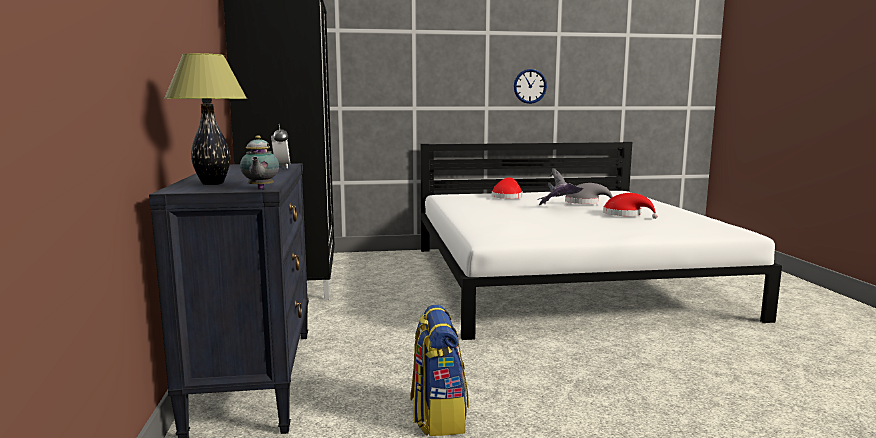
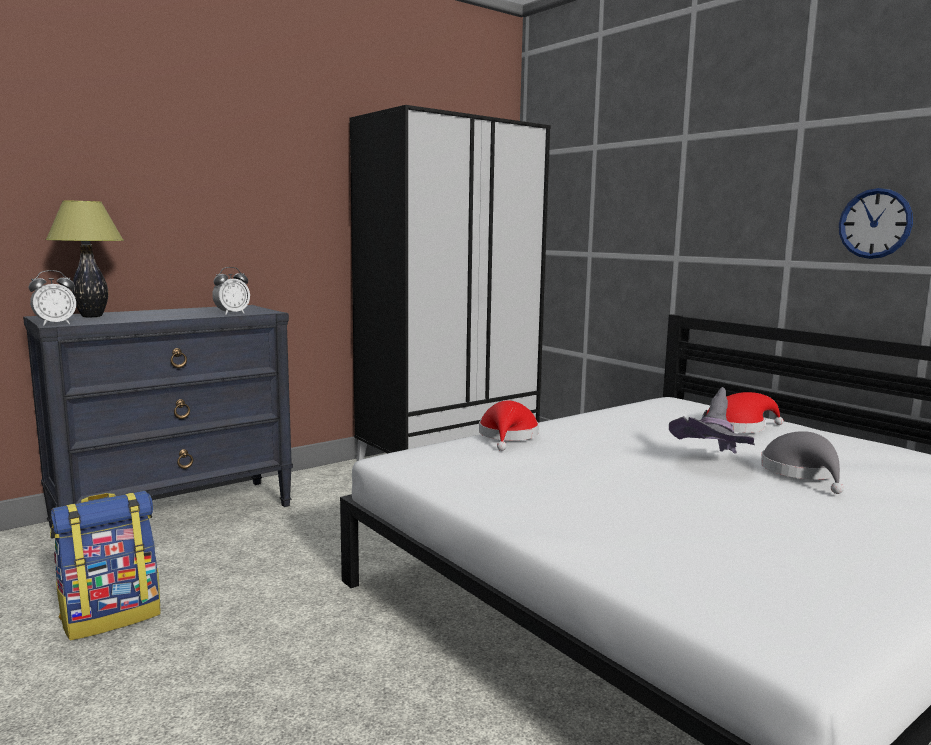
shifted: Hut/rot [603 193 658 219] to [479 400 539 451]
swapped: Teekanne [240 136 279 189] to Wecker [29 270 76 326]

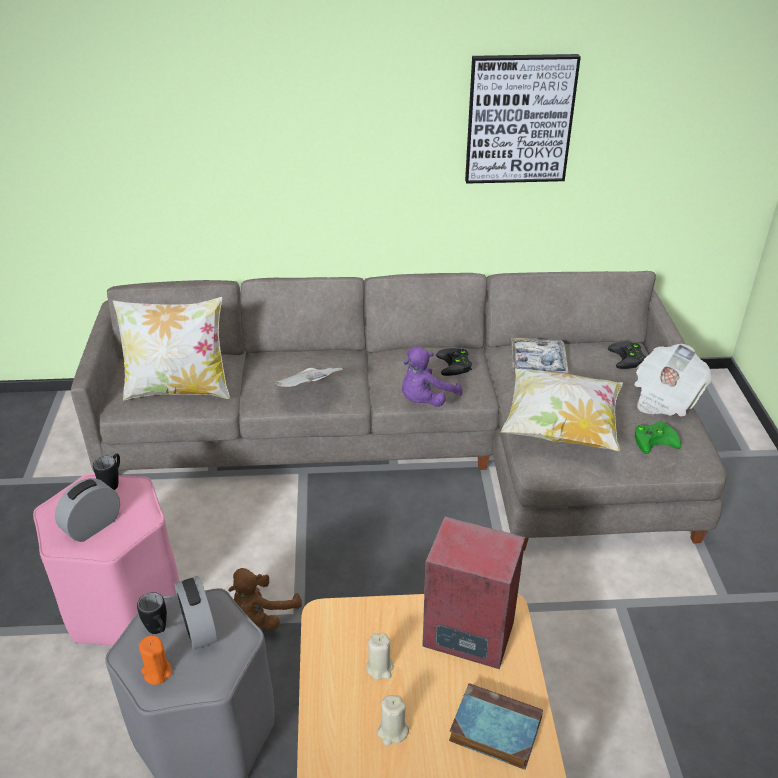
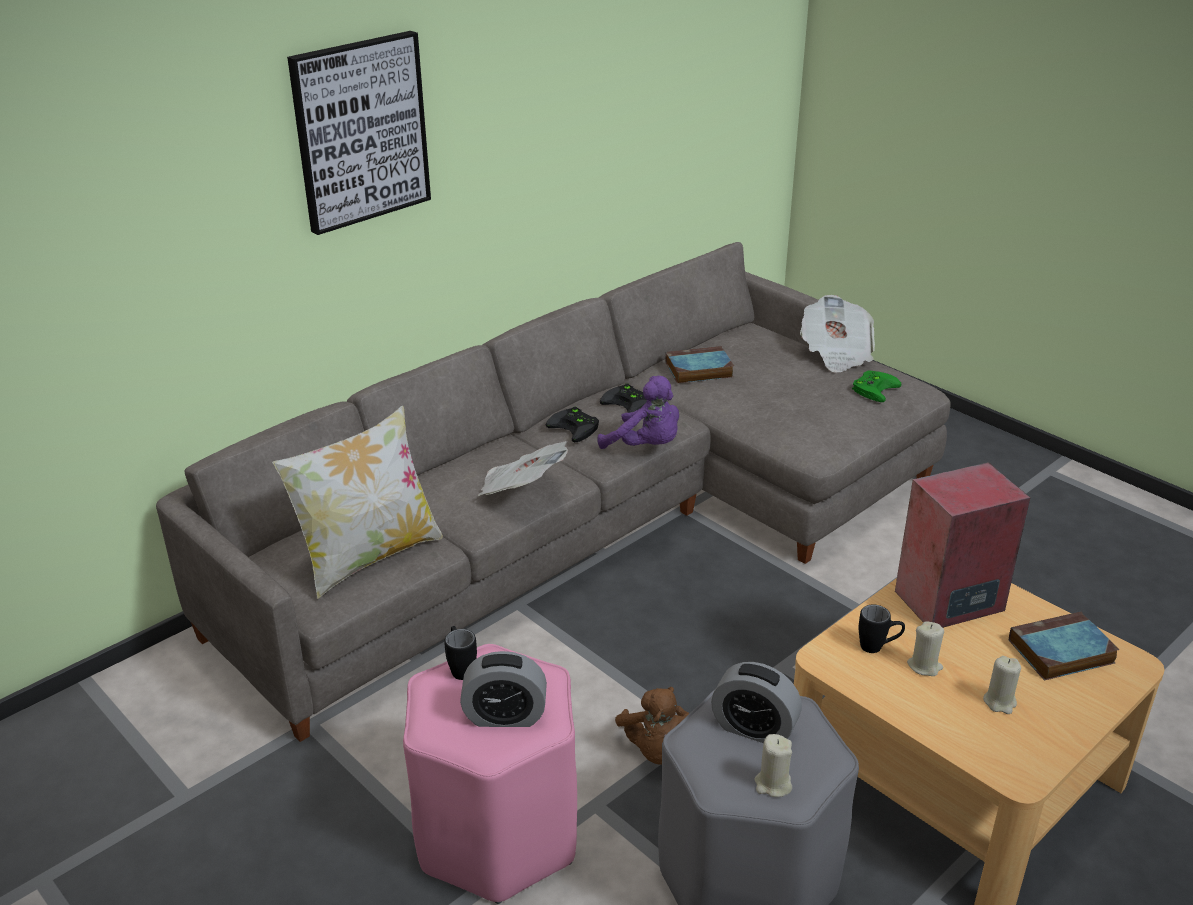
gone: Kissen [501 368 623 451]
shifted: Henkelbecher/schwarz [137 592 167 634] to [859 605 905 653]; Bild [465 54 581 184] to [287 31 431 235]; Gamepad/schwarz [608 342 646 369] to [546 407 599 442]
swapped: Tablett [511 338 569 374] to Buch [665 346 734 383]
repainted: Kerze/orange [139 635 172 685] to Kerze/beige [754 734 792 797]
rotated: Wecker [55 478 120 542] = [460 651 547 727] 90 degrees counterclockwise; Plüschtier/lila [402 346 462 407] = [597 376 679 449] 60 degrees counterclockwise

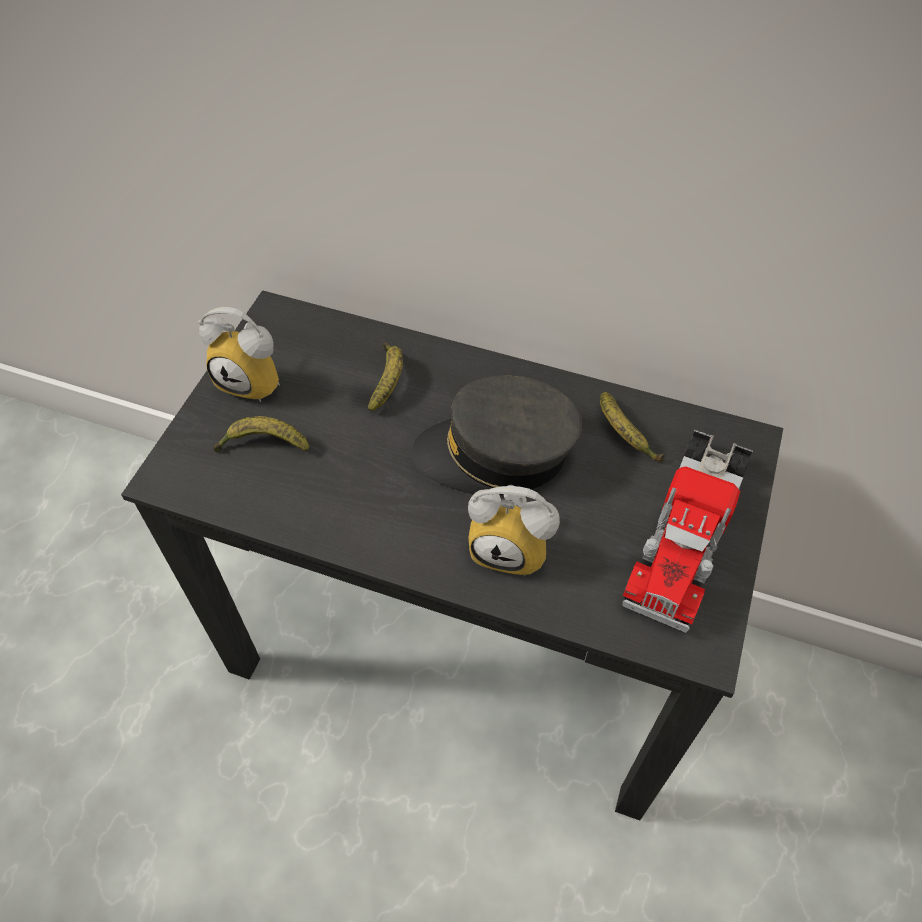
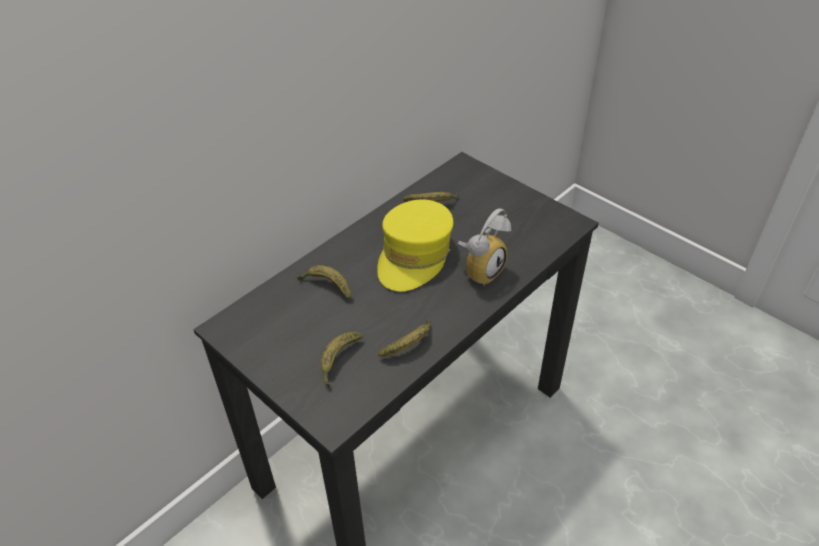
gone: Wecker [198 307 280 402]; Spielzeuglaster [622 430 753 633]
new: Banane [378 319 431 357]
repainted: Kappe/grau [412 375 582 495] to Kappe/gelb [377 200 453 291]

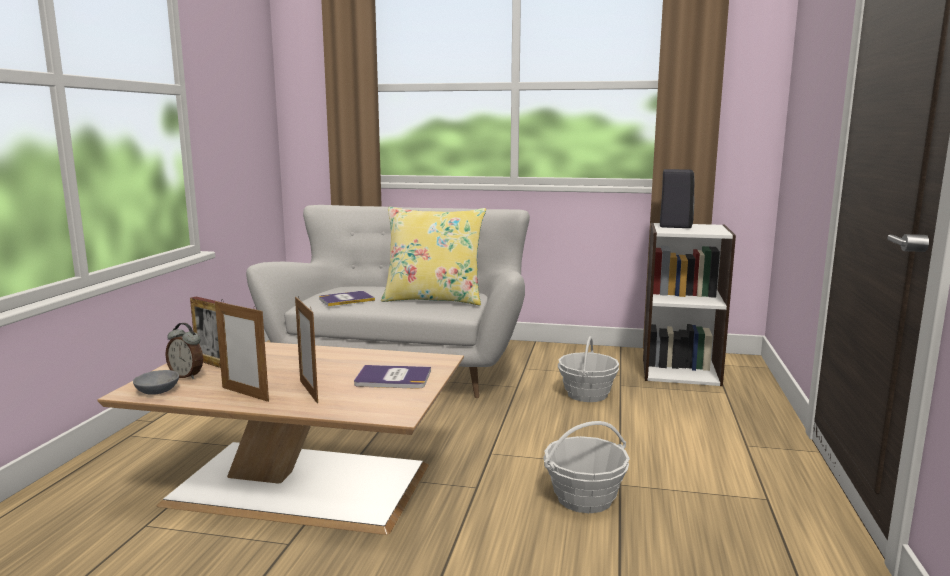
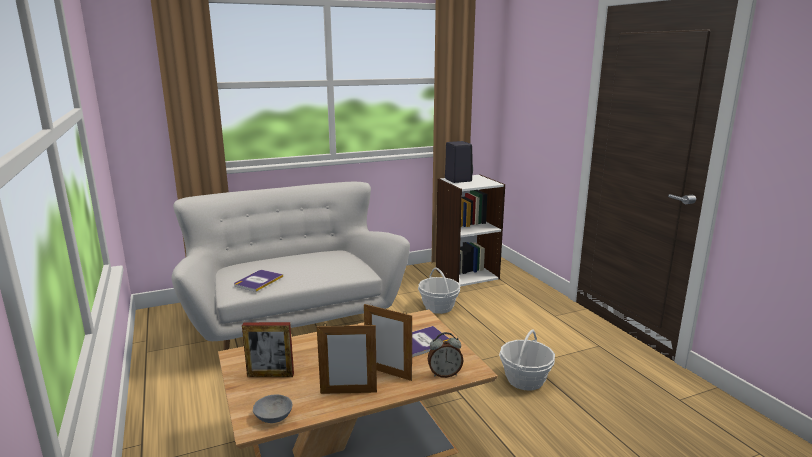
gone: Kissen/gelb [381 207 486 305]
shifted: Wecker [165 323 203 379] to [428 332 463 378]

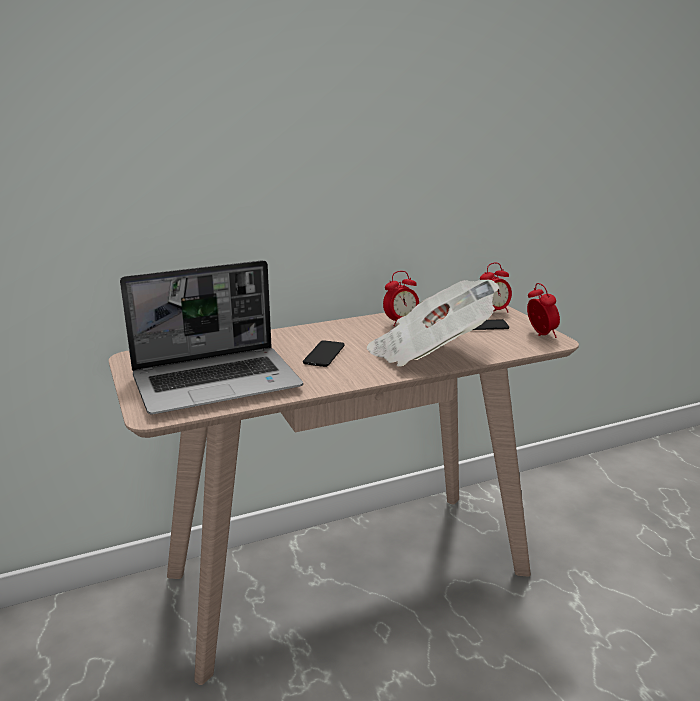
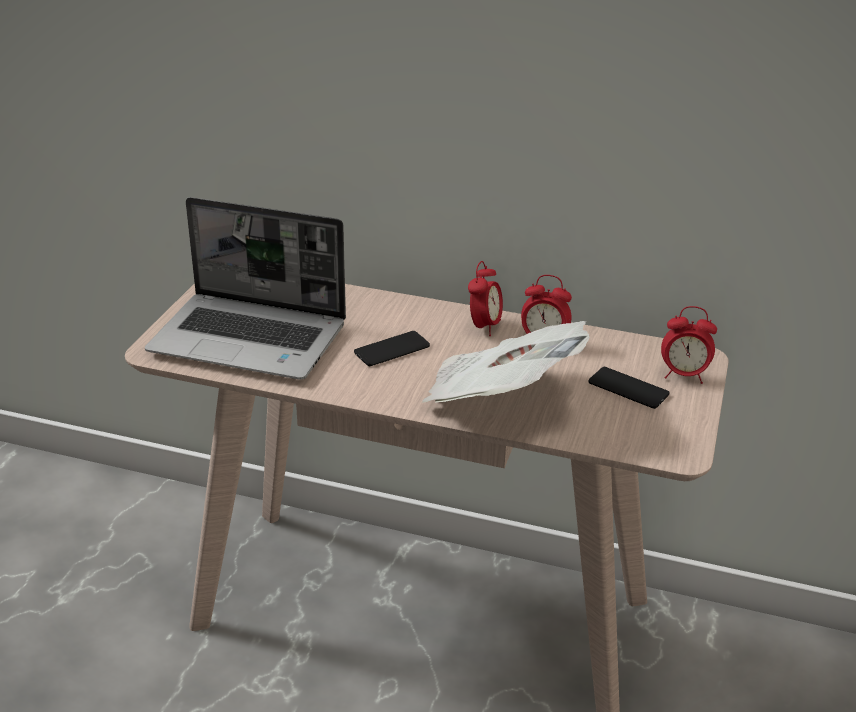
shifted: Wecker [527 283 560 338] to [468 261 503 336]

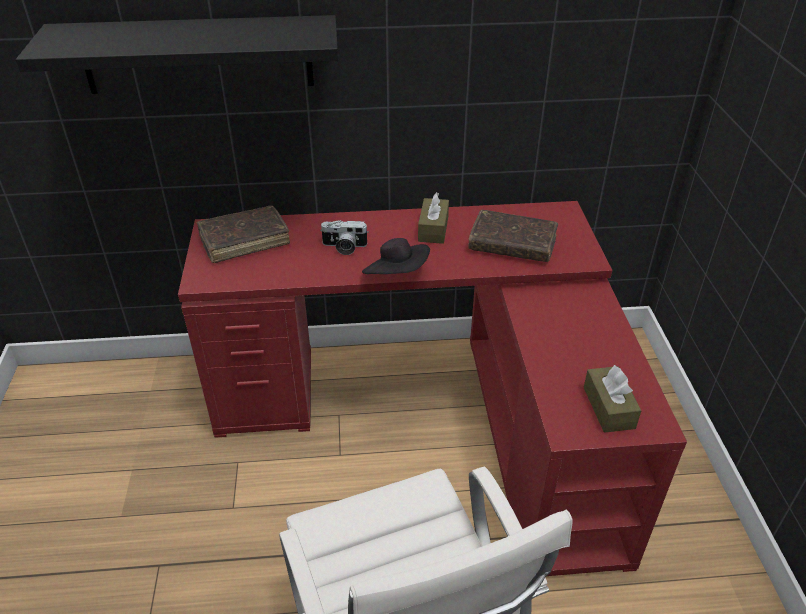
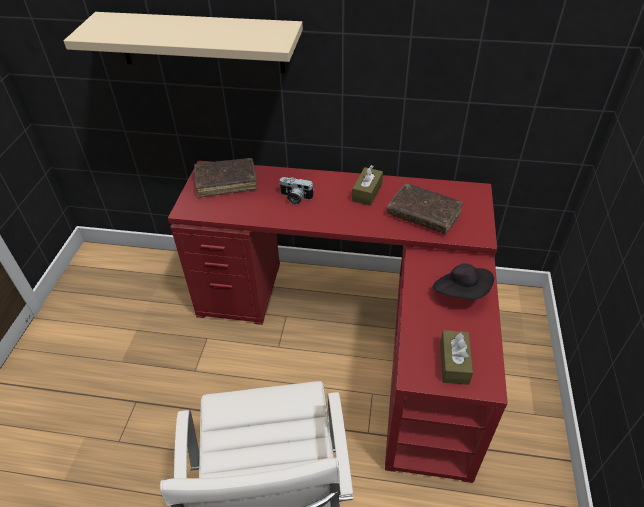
shifted: Hut/schwarz [362 238 430 274] to [433 264 494 299]
repainted: Wandregal/schwarz [16 15 338 94] to Wandregal/beige [64 12 303 73]

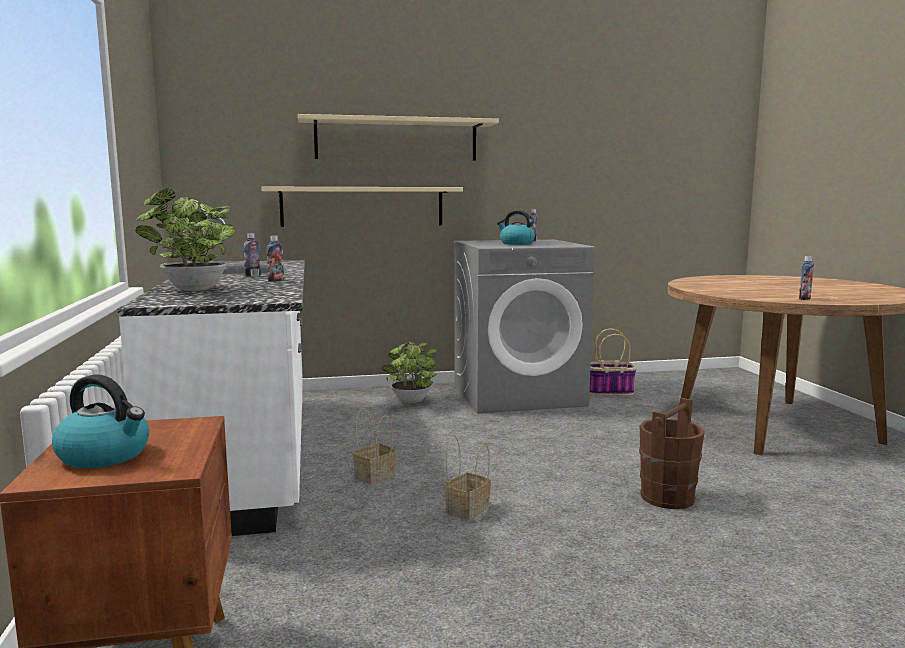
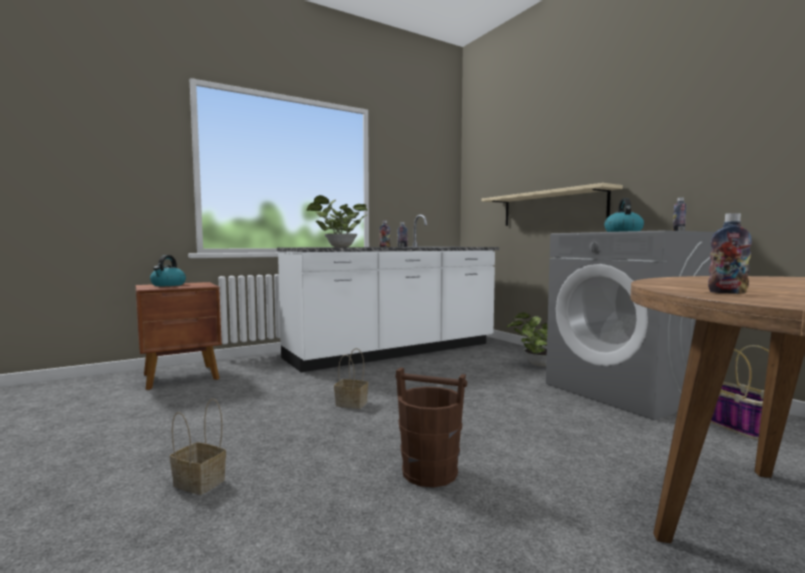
gone: Wandregal/beige [298 114 499 161]
shifted: Korb [353 408 396 484] to [170 399 226 495]

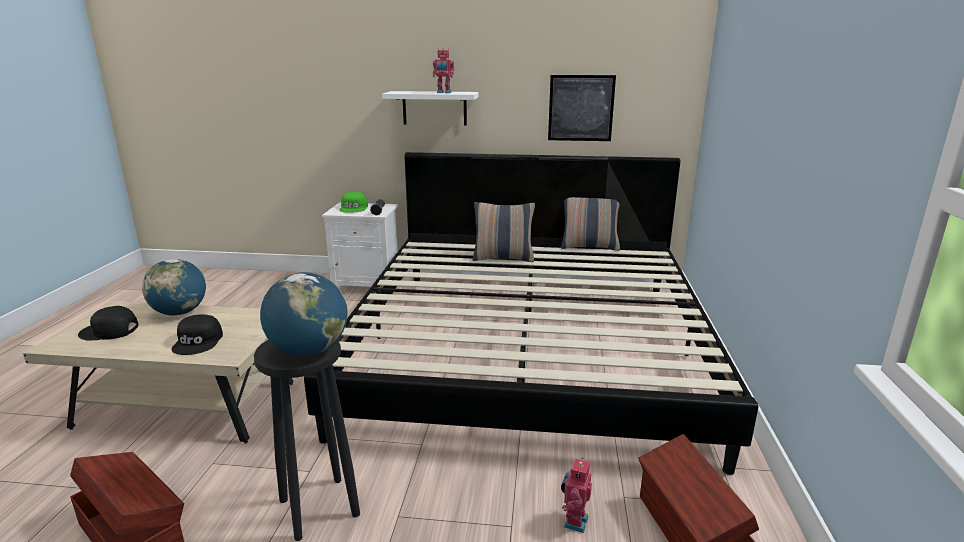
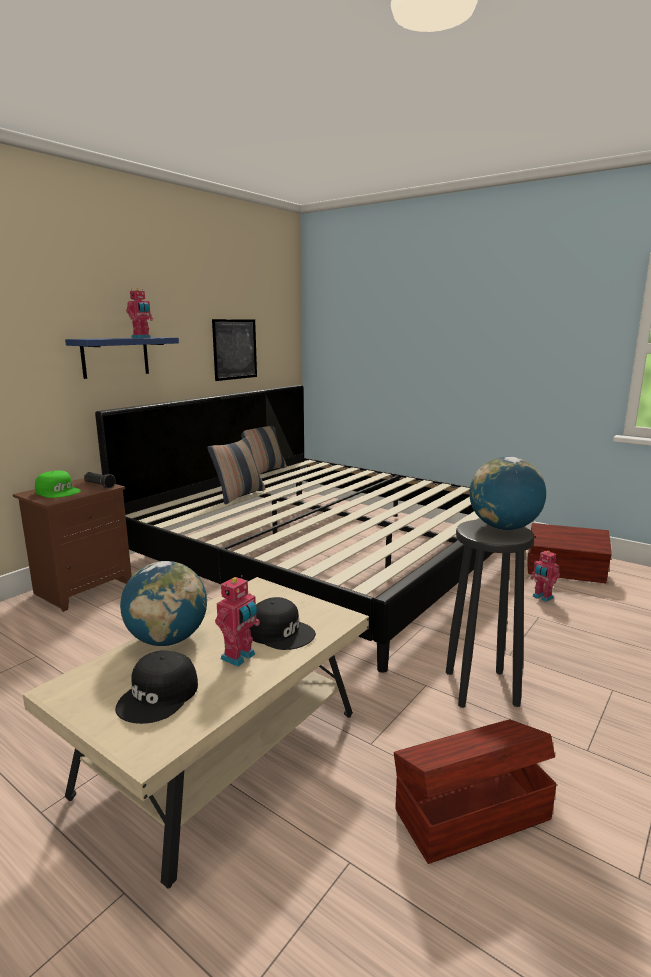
new: Spielzeugroboter [215 575 260 667]
repainted: Nachttisch/weiß [322 202 398 289] to Nachttisch/braun [13 478 132 612]; Wandregal/weiß [382 91 479 125] to Wandregal/blau [65 337 179 379]

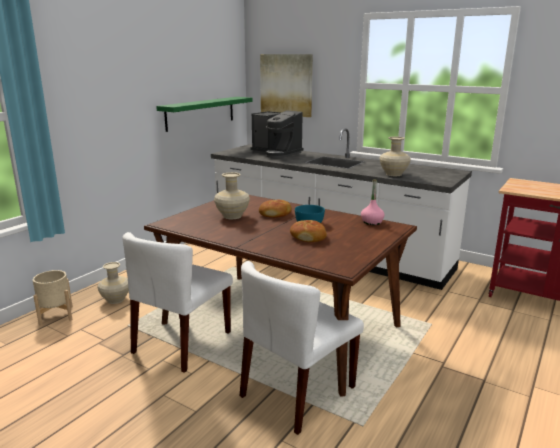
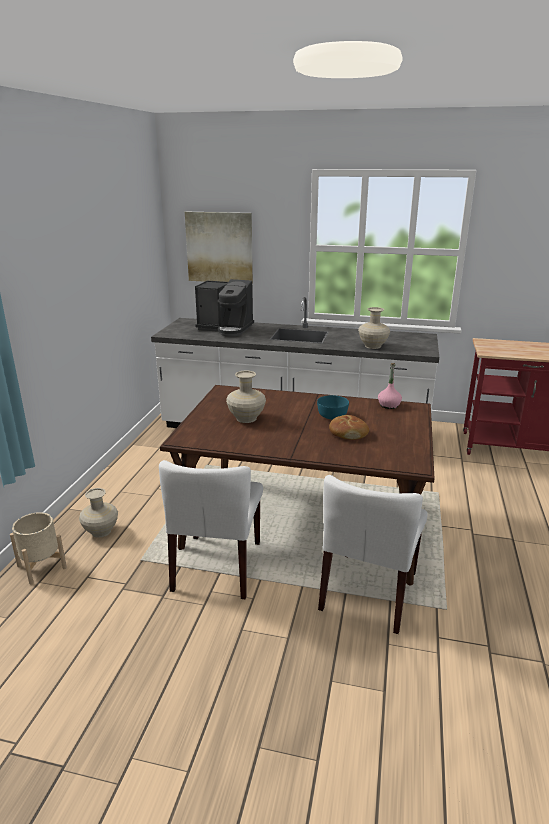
gone: Wandregal/grün [156 97 253 132]; Brot [259 199 292 218]

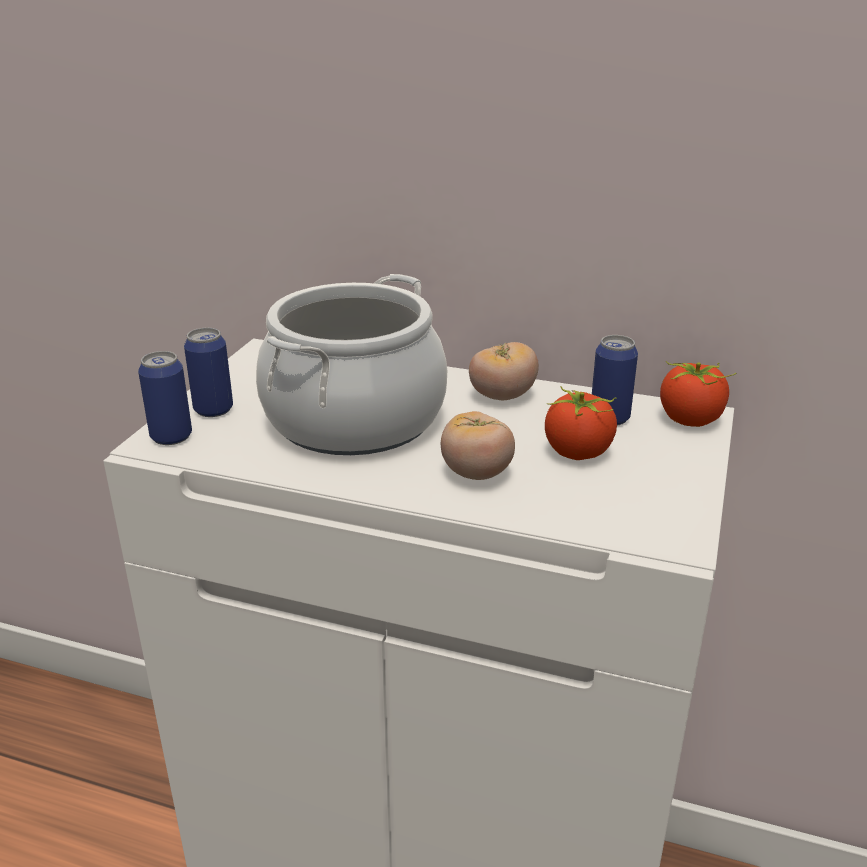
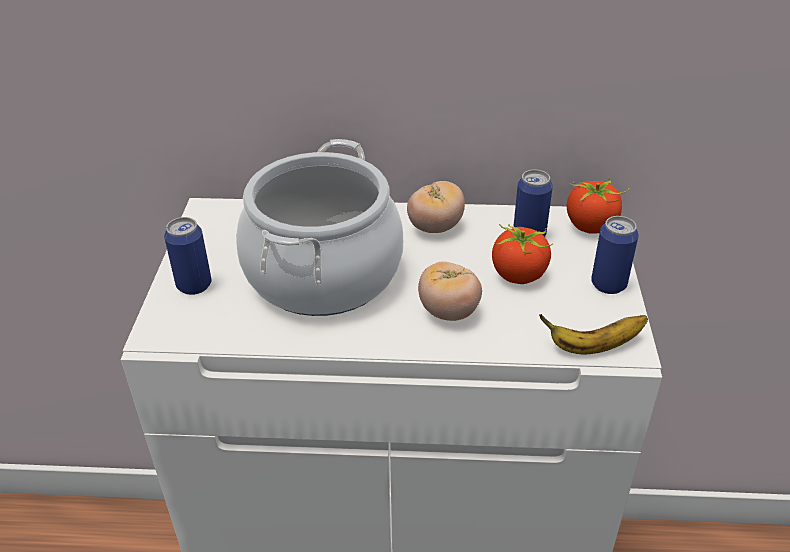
new: Banane [539 314 648 354]
shifted: Dose [138 351 192 445] to [591 216 639 294]

